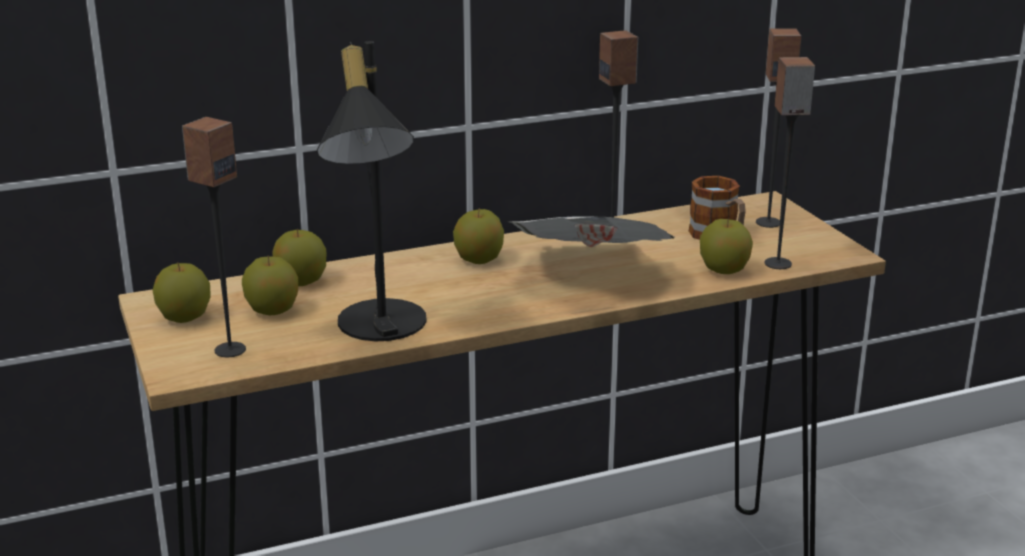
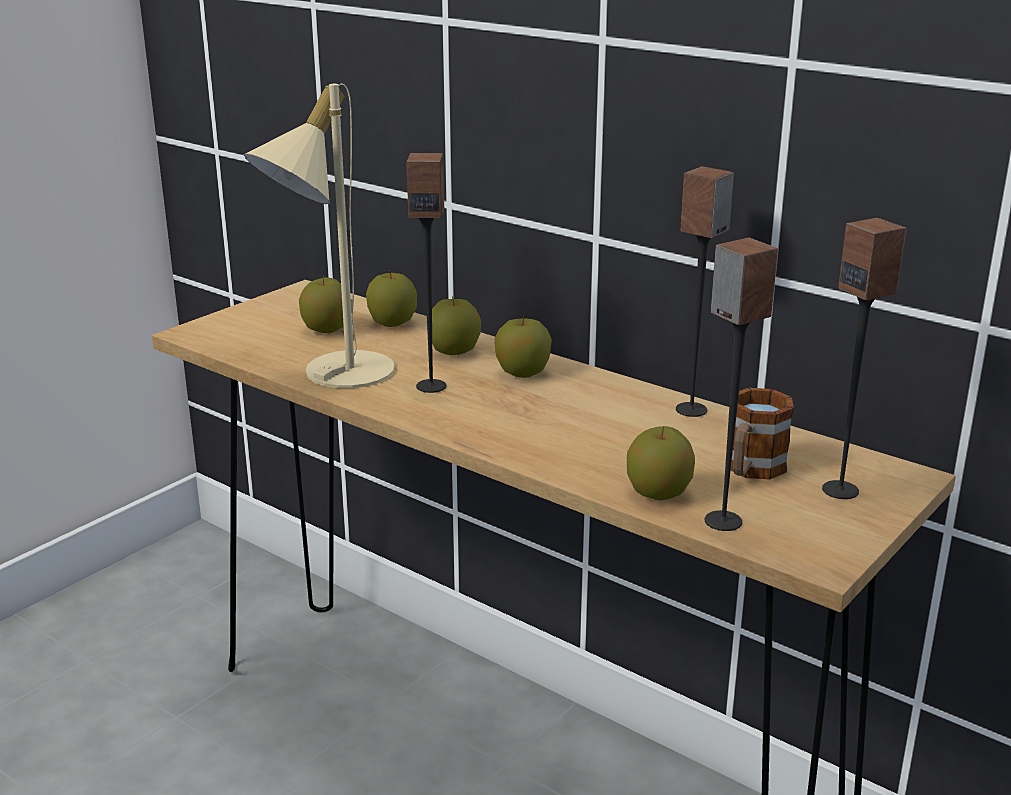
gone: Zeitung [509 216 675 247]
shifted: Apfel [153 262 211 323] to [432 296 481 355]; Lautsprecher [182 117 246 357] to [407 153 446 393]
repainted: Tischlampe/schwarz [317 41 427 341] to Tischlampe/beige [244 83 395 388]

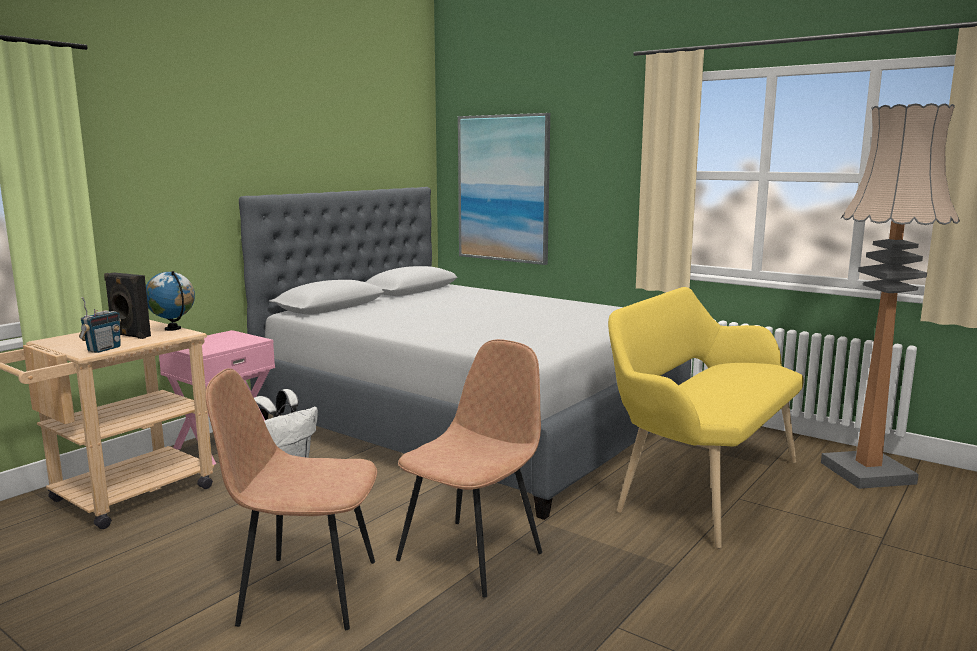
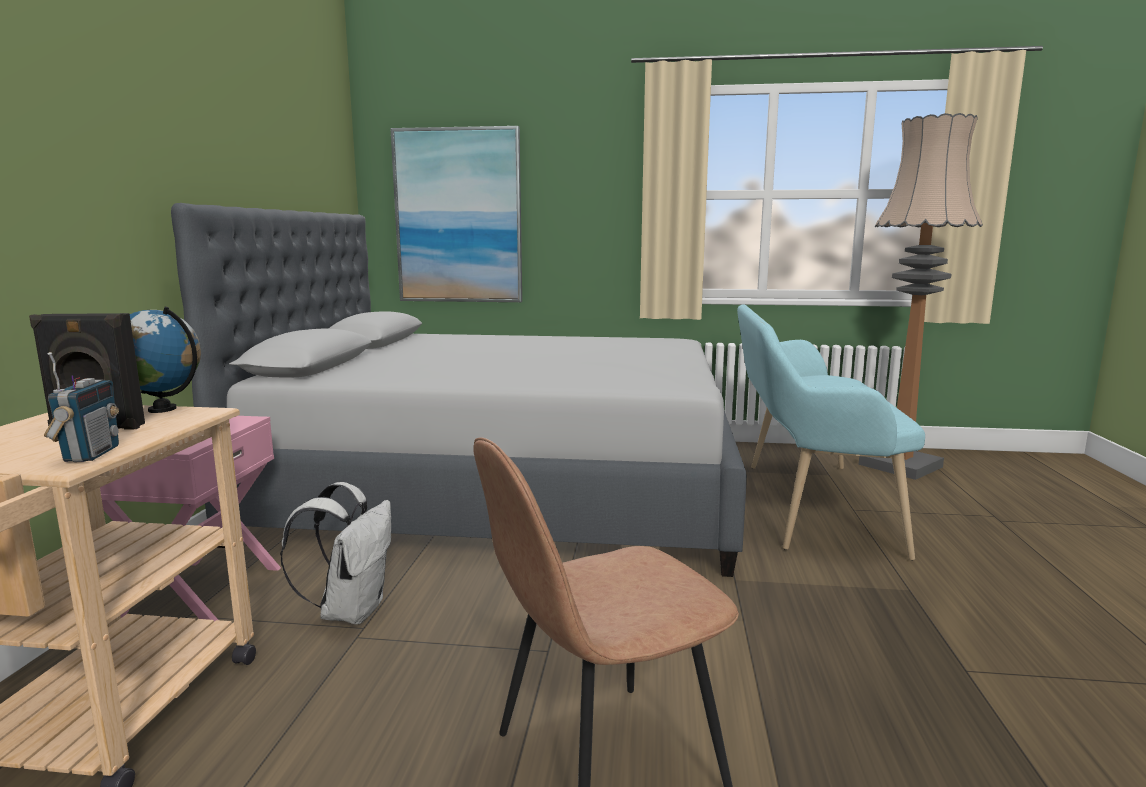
gone: Stuhl/braun [396 339 542 597]
repainted: Bank/gelb [608 287 804 549] to Bank/türkis [737 304 925 561]

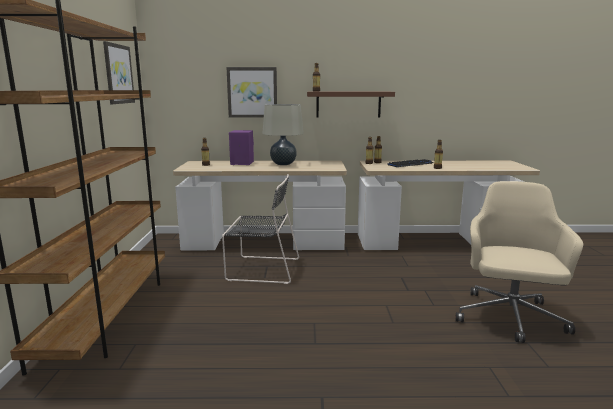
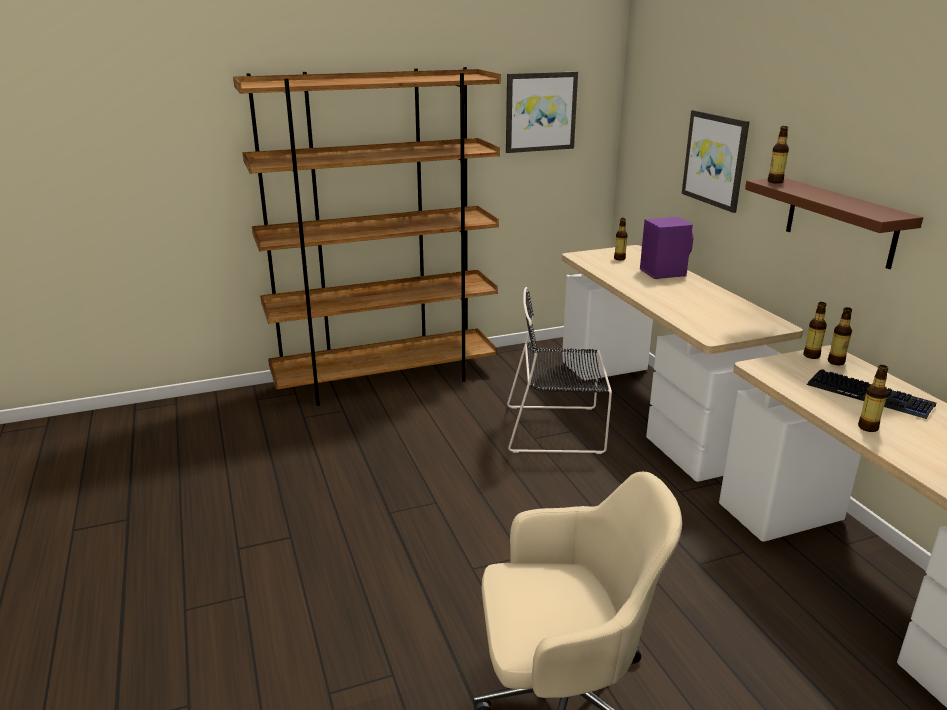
gone: Tischlampe/beige [262 104 304 165]
rotated: Stuhl/schwarz [222 174 299 284] = [507 287 612 454] 105 degrees clockwise

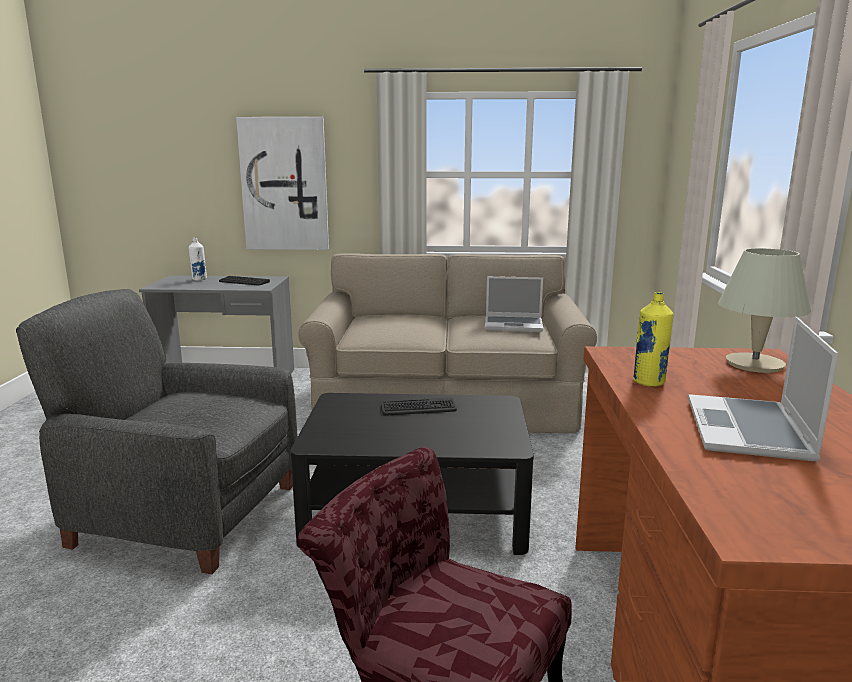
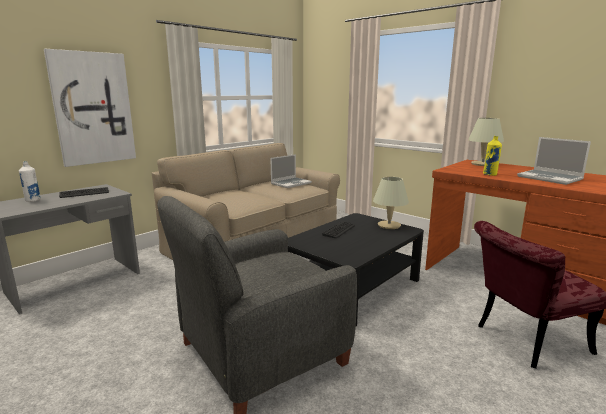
new: Tischlampe/beige [373 177 409 229]

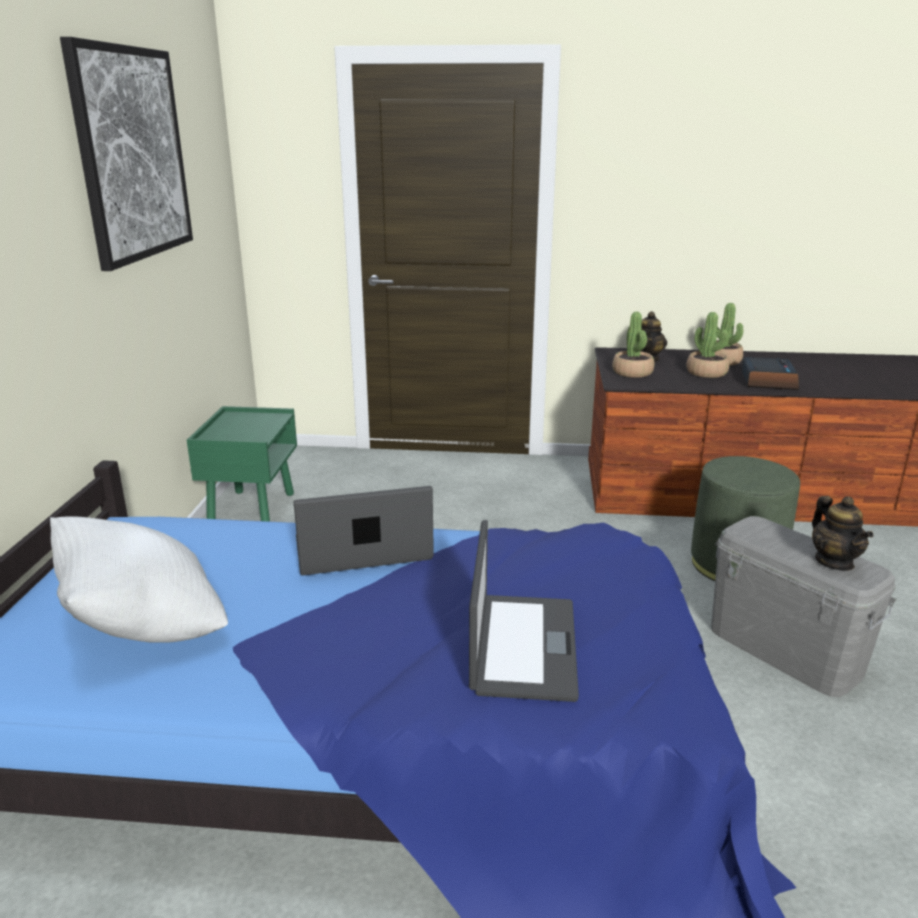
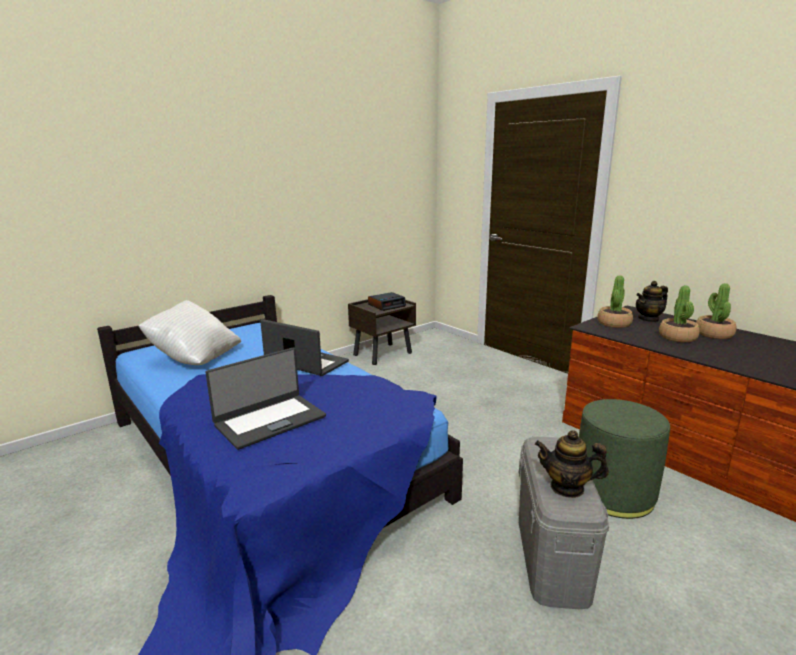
gone: Bild [60 37 193 271]
shifted: Wecker [741 357 799 390] to [368 292 406 311]
repainted: Nachttisch/grün [187 406 297 522] to Nachttisch/braun [348 299 416 365]
rotated: Teekanne [812 496 873 571] = [535 430 609 498] 75 degrees clockwise

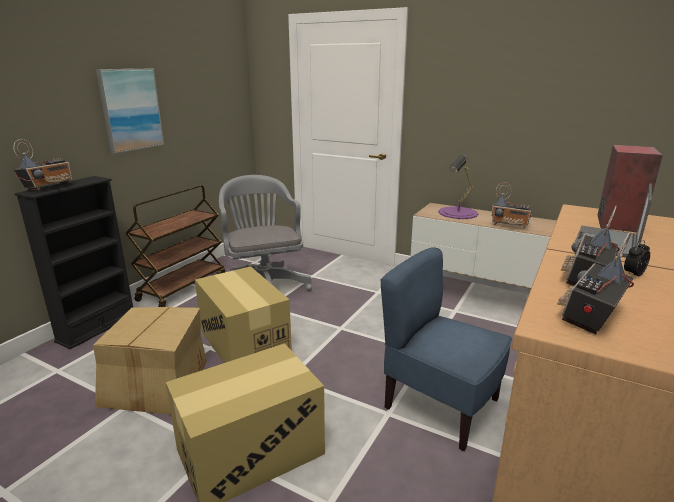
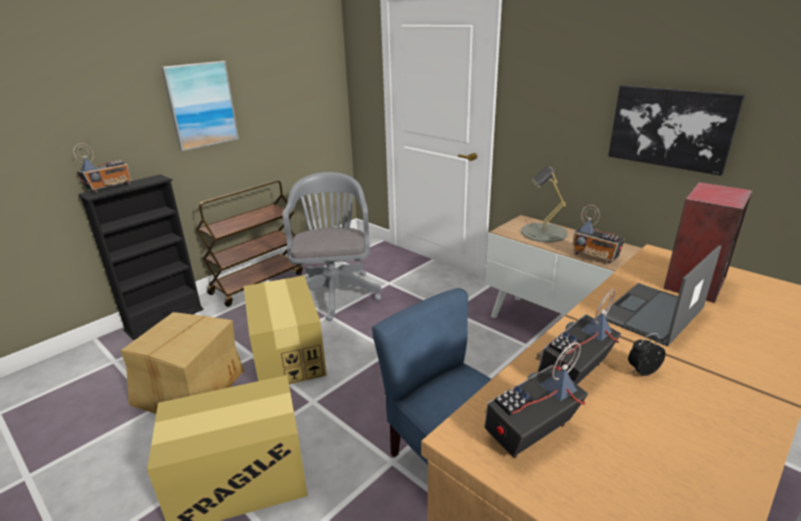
new: Bild [608 85 745 176]
repainted: Tischlampe/lila [438 155 479 219] to Tischlampe/grau [521 166 568 242]

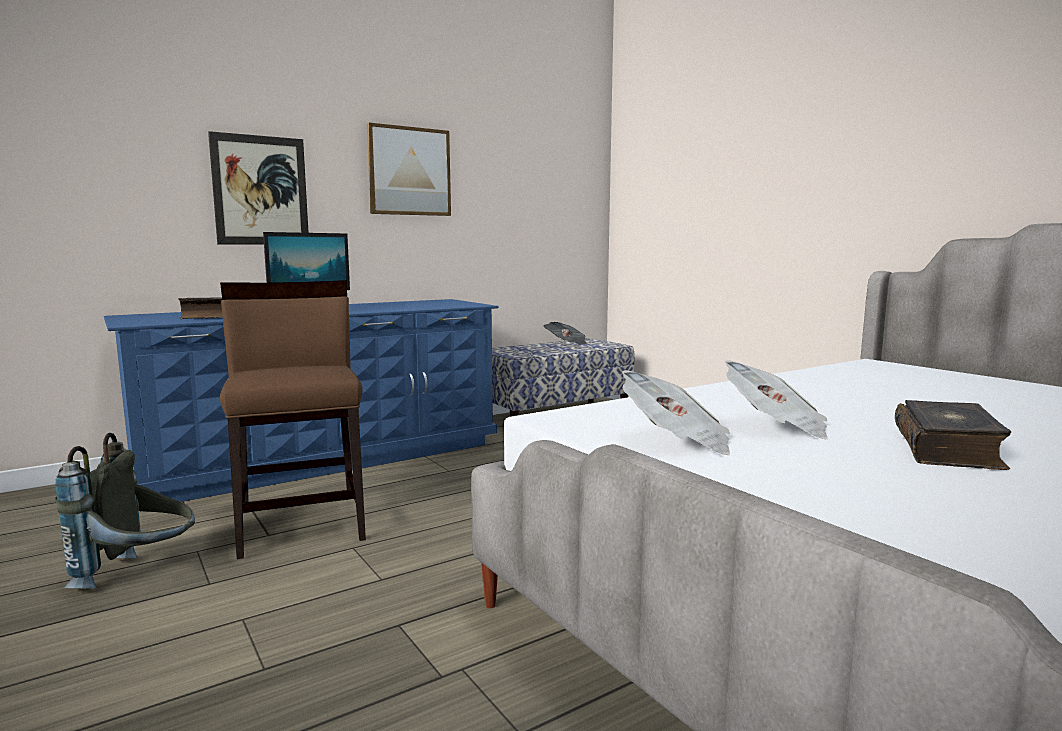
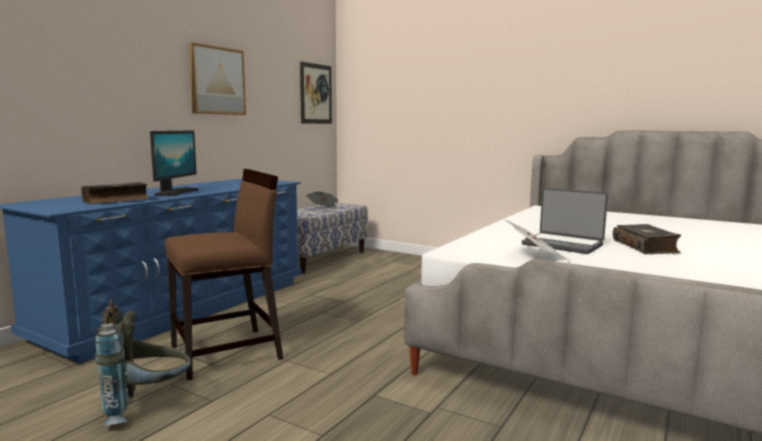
shifted: Bild [208 131 309 245] to [300 61 332 124]
swapped: Zeitung [725 360 827 440] to Laptop [522 188 608 254]
rotated: Stuhl/braun [220 280 366 559] = [165 169 283 380] 105 degrees clockwise

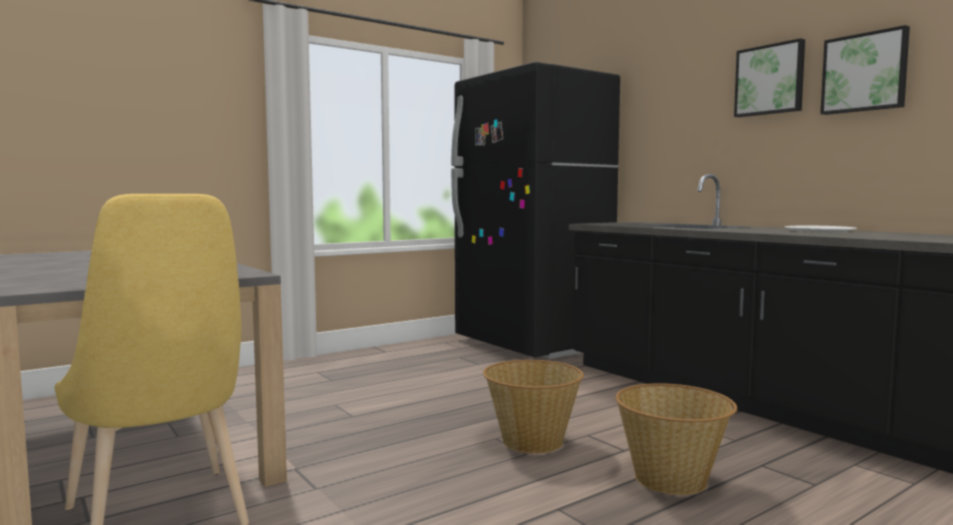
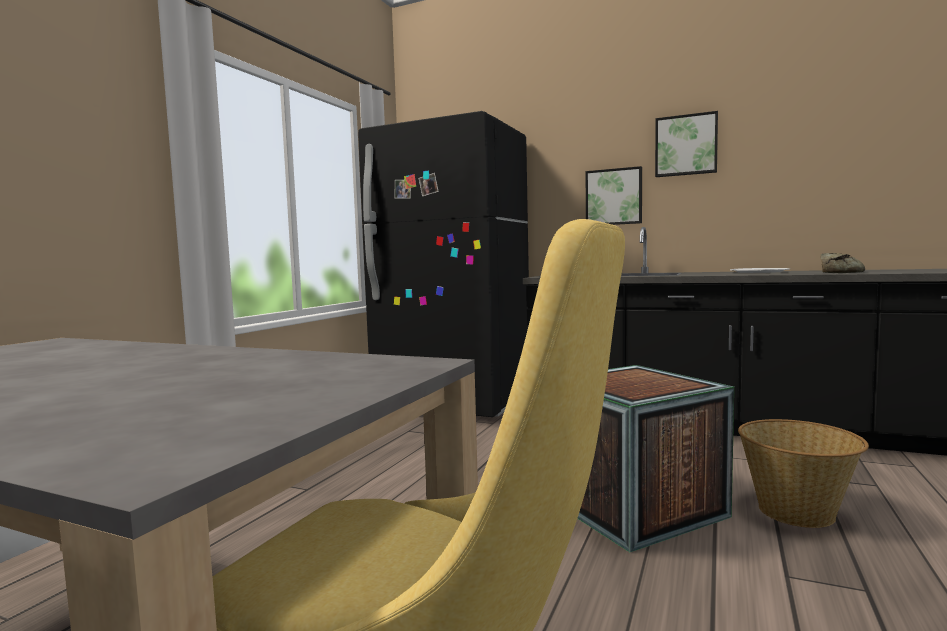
new: Brot [820 253 865 273]
shifted: Bild [820 25 910 115] to [586 166 642 225]
swapped: Korb [483 360 584 454] to Kiste [577 365 734 552]

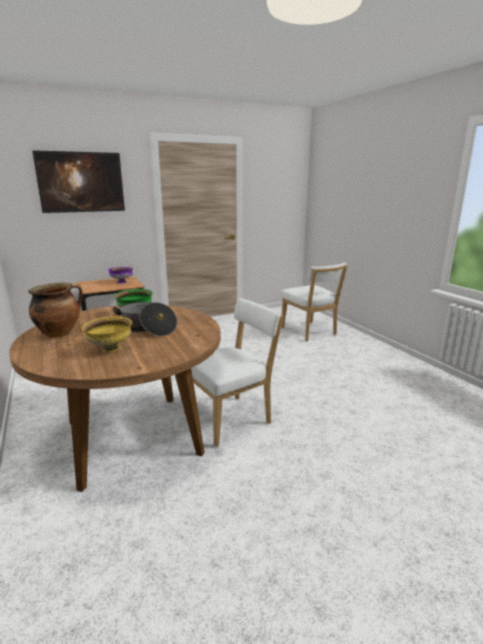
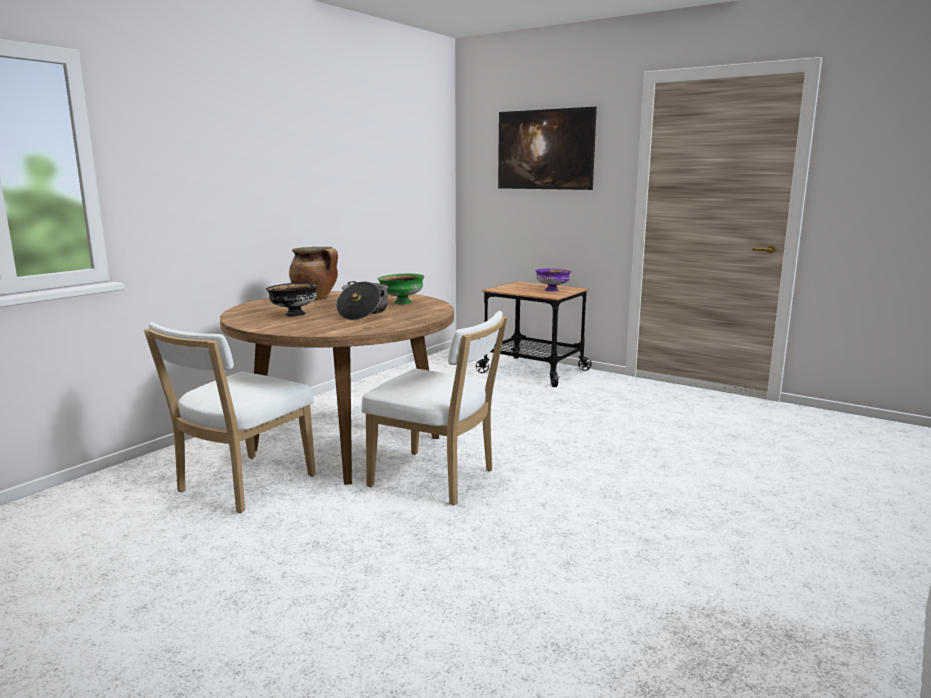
shifted: Stuhl/weiß [281 263 347 341] to [144 322 316 513]
repainted: Schüssel/gelb [82 316 132 352] to Schüssel/schwarz [266 283 318 316]

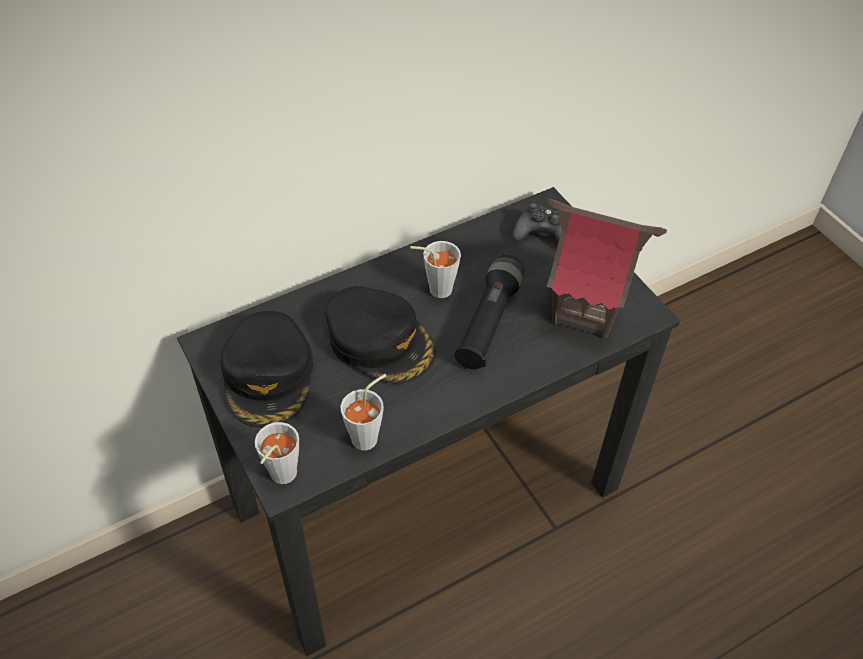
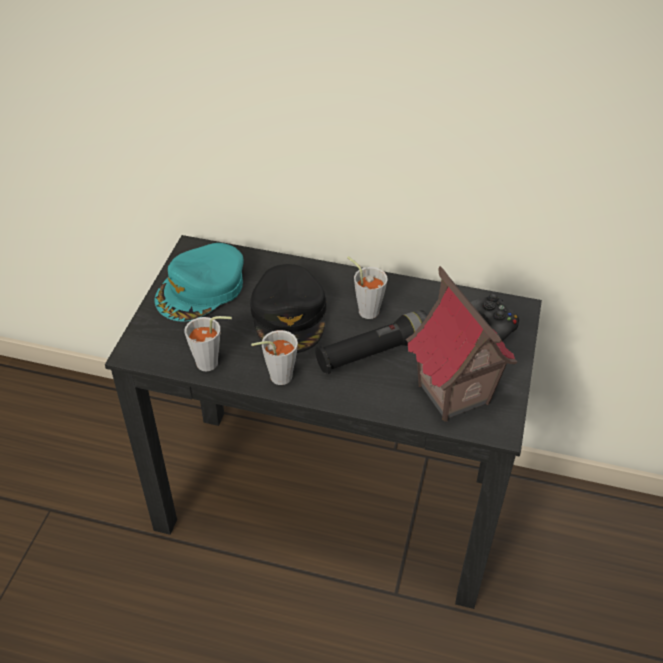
shifted: Tasse/grau [255 422 299 484] to [251 330 298 385]
repainted: Kappe/schwarz [220 311 314 428] to Kappe/türkis [155 243 244 322]

